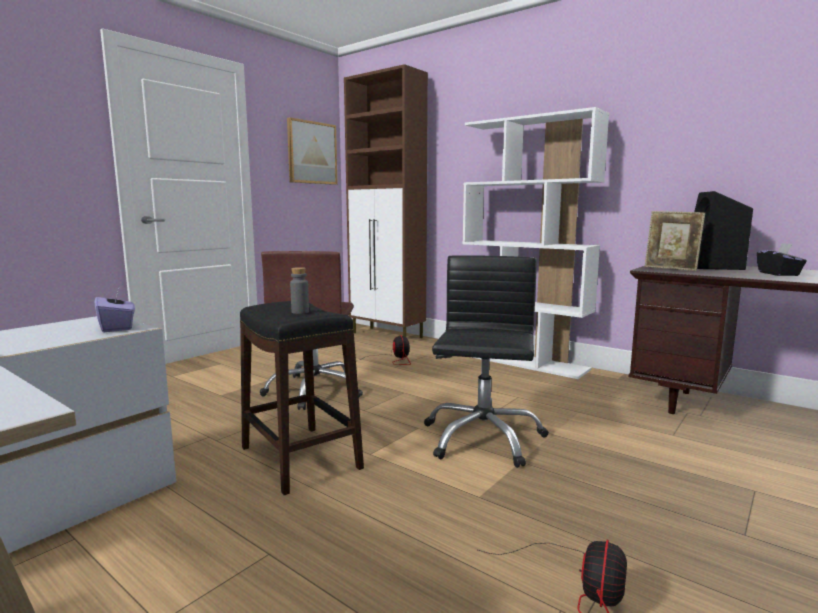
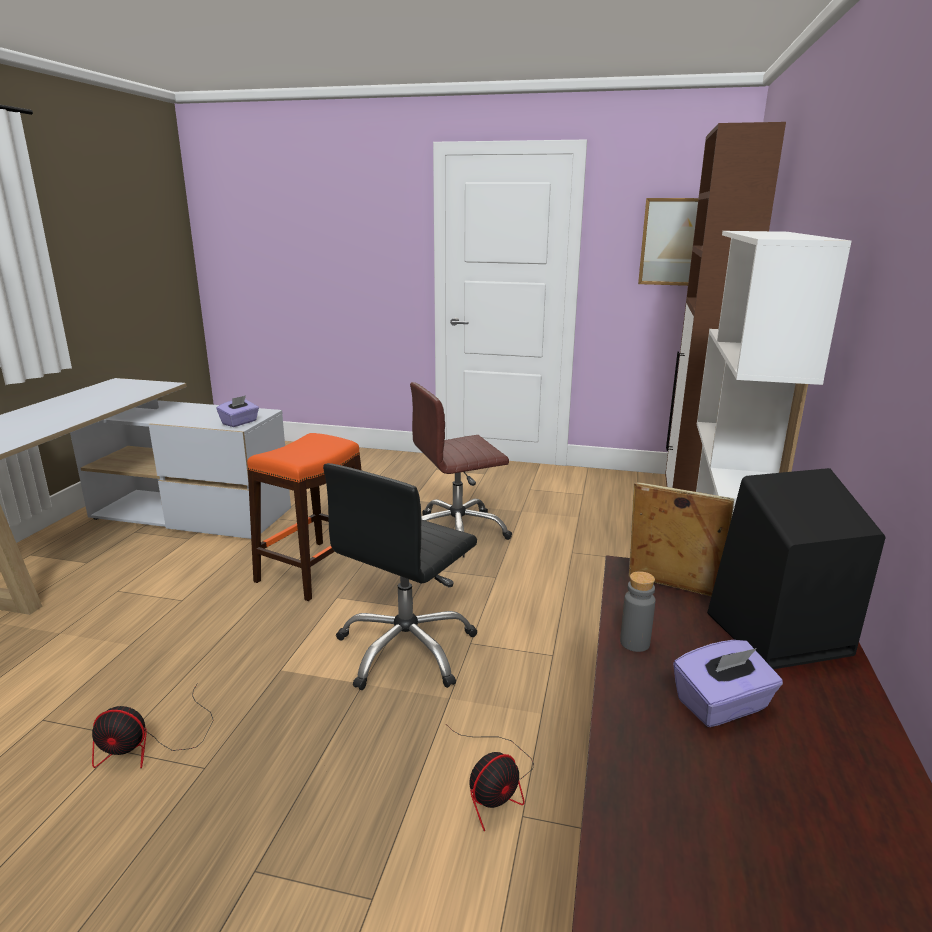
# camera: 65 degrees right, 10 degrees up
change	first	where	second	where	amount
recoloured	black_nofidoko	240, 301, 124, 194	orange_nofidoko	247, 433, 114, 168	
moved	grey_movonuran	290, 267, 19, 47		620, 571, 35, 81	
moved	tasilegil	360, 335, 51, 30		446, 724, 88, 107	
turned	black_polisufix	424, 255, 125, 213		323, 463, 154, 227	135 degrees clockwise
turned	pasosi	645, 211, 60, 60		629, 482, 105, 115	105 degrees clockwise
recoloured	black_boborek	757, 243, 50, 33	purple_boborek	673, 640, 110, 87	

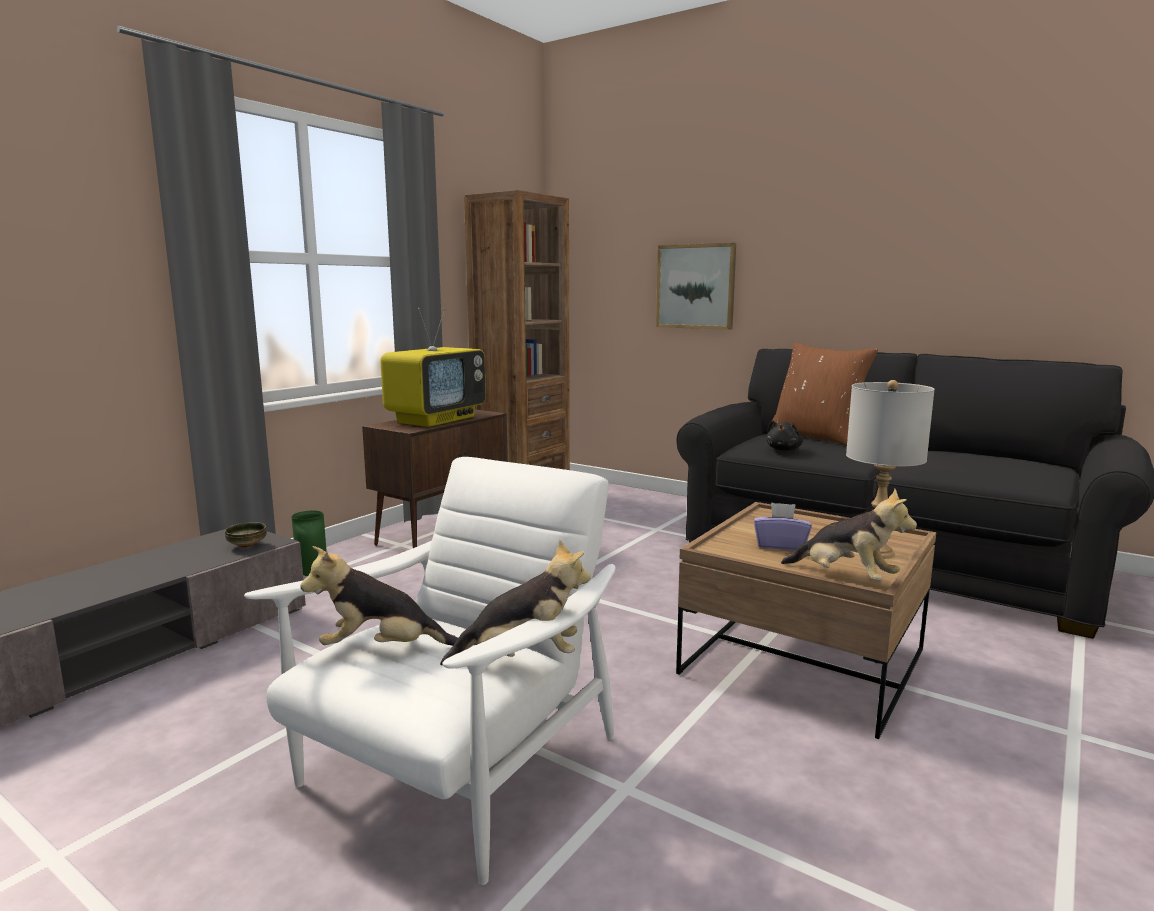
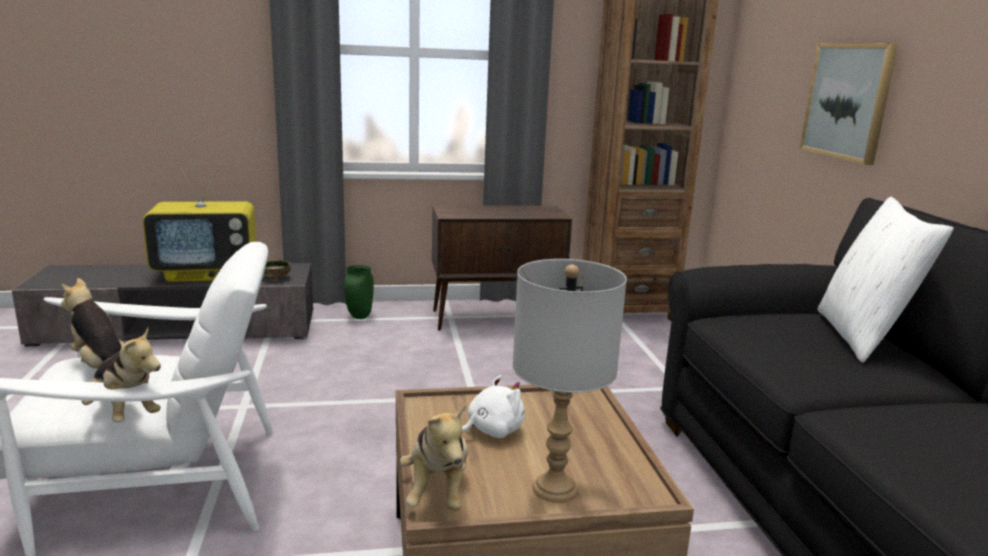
# camera: 45 degrees right, 5 degrees up
change	first	where	second	where	amount
moved	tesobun	380, 308, 106, 119		143, 163, 114, 119	
replaced	purple_boborek	754, 502, 58, 49	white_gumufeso	462, 375, 63, 63	
removed	black_gumufeso	766, 420, 37, 31			
recoloured	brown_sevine	772, 343, 106, 103	white_sevine	817, 197, 137, 166	

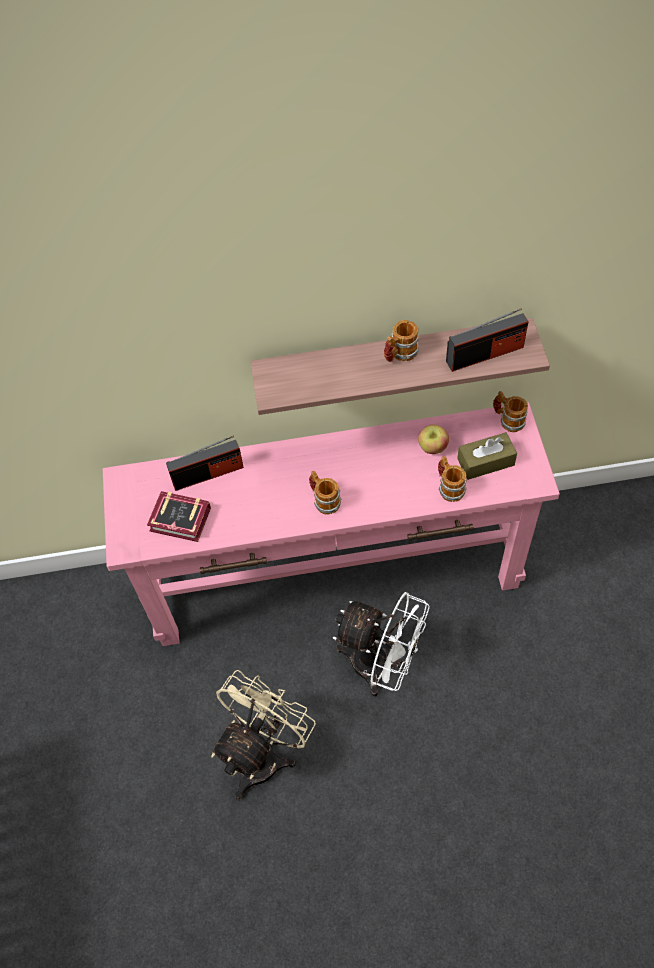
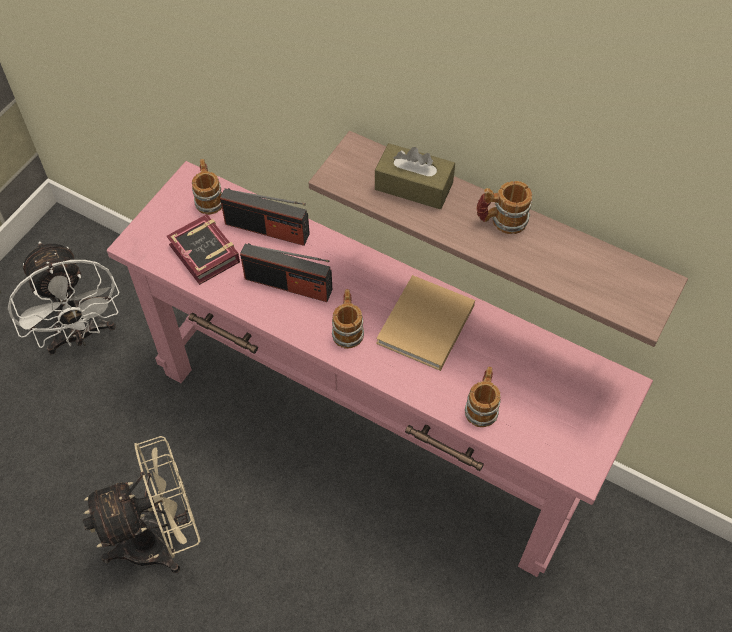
# camera: 35 degrees right, 0 degrees up
change	first	where	second	where	amount
moved	white_tasilegil	332, 592, 98, 105		8, 241, 112, 113	
removed	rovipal	418, 425, 31, 29			
moved	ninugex	446, 308, 82, 64		240, 243, 92, 59	
moved	brown_boborek	457, 432, 60, 48		375, 143, 80, 66	
moved	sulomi	493, 391, 35, 41		192, 159, 30, 56	
added			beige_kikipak	376, 275, 99, 96	

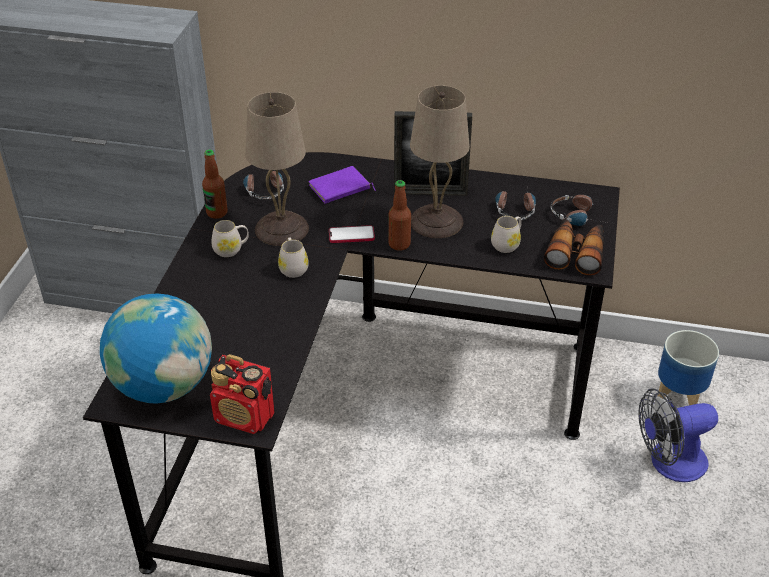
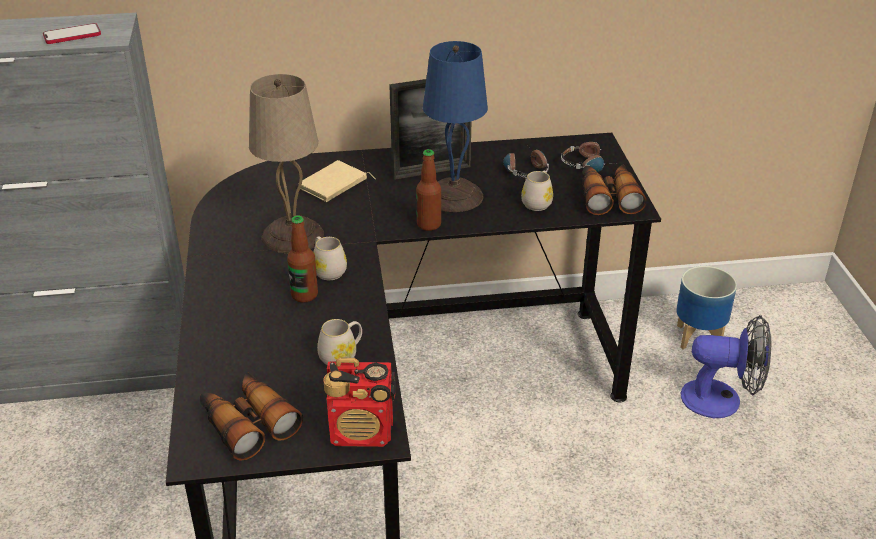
# camera: 20 degrees left, 5 degrees down
change	first	where	second	where	amount
replaced	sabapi	100, 294, 112, 110	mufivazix	200, 372, 103, 89	
moved	movonuran	202, 150, 26, 69		287, 216, 31, 87	
moved	white_sulomi	211, 220, 38, 37		317, 319, 45, 46	
removed	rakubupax	243, 171, 41, 29			
recoloured	purple_kikipak	308, 166, 68, 38	beige_kikipak	298, 160, 77, 42	
moved	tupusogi	329, 225, 46, 18		43, 23, 58, 21	
recoloured	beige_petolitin	410, 85, 60, 153	blue_petolitin	423, 41, 65, 171	
turned	tasilegil	638, 388, 80, 94		681, 315, 90, 103	135 degrees counterclockwise

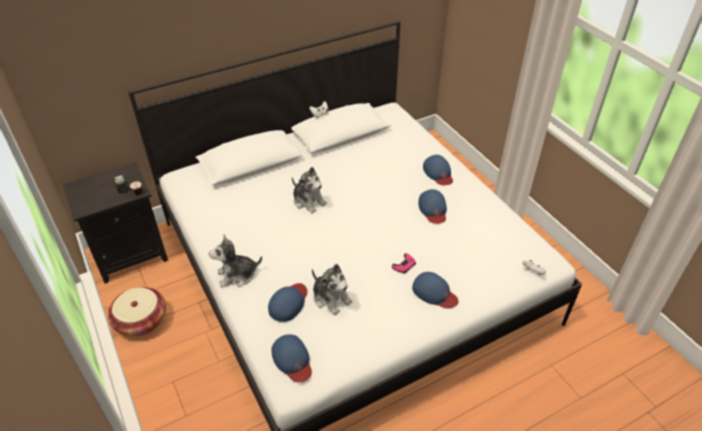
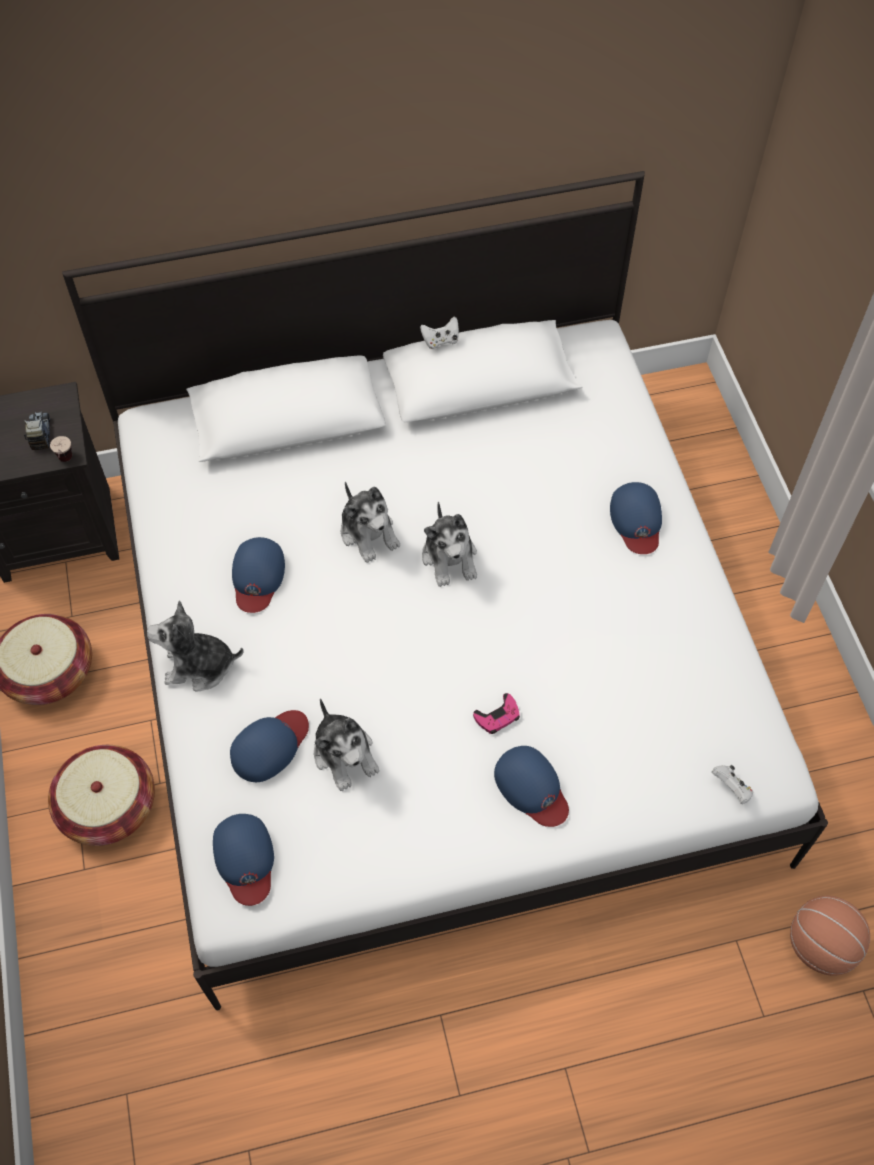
# camera: 15 degrees right, 15 degrees up
change	first	where	second	where	amount
moved	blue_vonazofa	418, 189, 29, 35		232, 537, 53, 76	
added			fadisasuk	48, 745, 107, 101	
added			gumufeso	422, 501, 55, 86	
added			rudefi	790, 896, 80, 80	

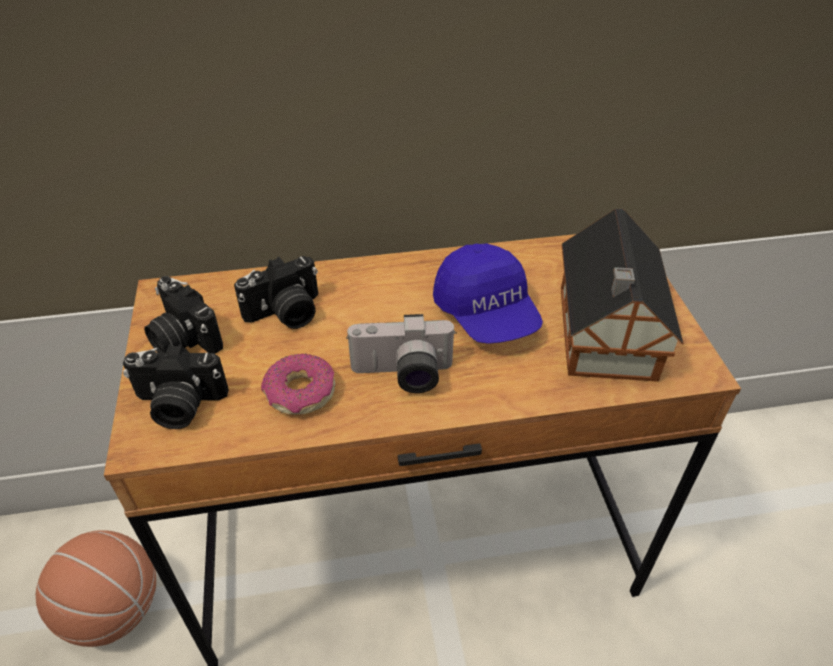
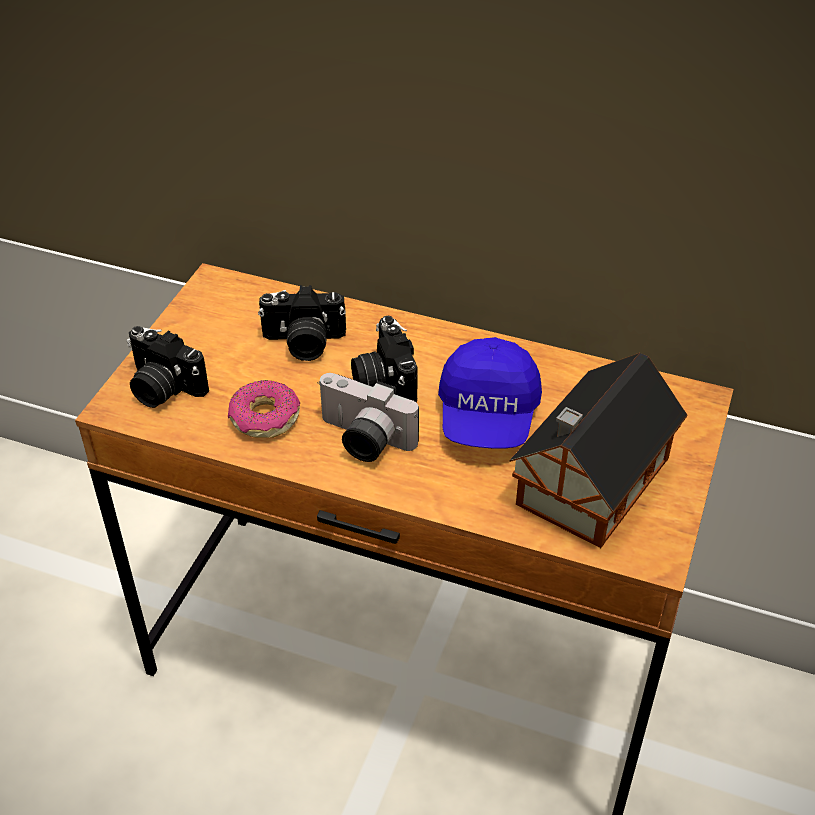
# camera: 30 degrees right, 0 degrees up
change	first	where	second	where	amount
removed	rudefi	36, 530, 120, 117			
moved	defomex	144, 276, 79, 78		351, 316, 67, 87	

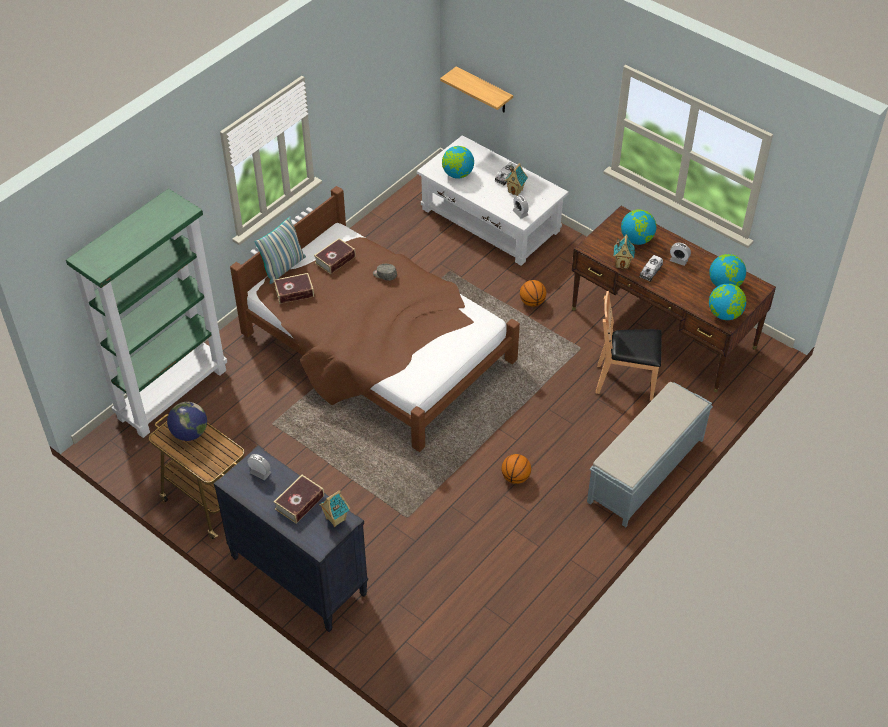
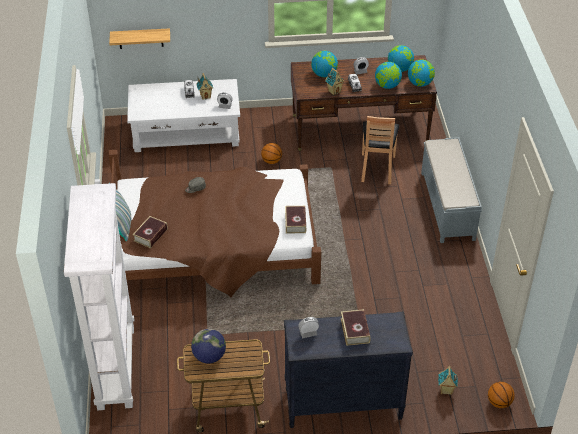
# camera: 45 degrees left, 5 degrees down
change	first	where	second	where	amount
recoloured	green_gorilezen	66, 189, 161, 249	white_gorilezen	64, 183, 70, 227	
moved	kikipak	314, 238, 42, 36		285, 206, 21, 28	
moved	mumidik	319, 490, 31, 37		438, 365, 20, 30	
moved	sabapi	442, 146, 32, 33		375, 62, 27, 27	
moved	rudefi	501, 454, 30, 30		488, 382, 27, 26	
turned	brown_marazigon	596, 291, 66, 110		361, 116, 38, 68	45 degrees counterclockwise

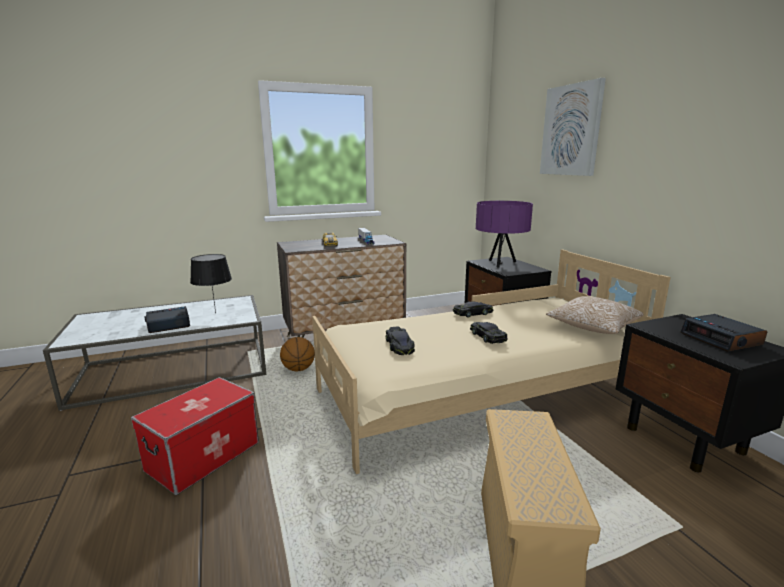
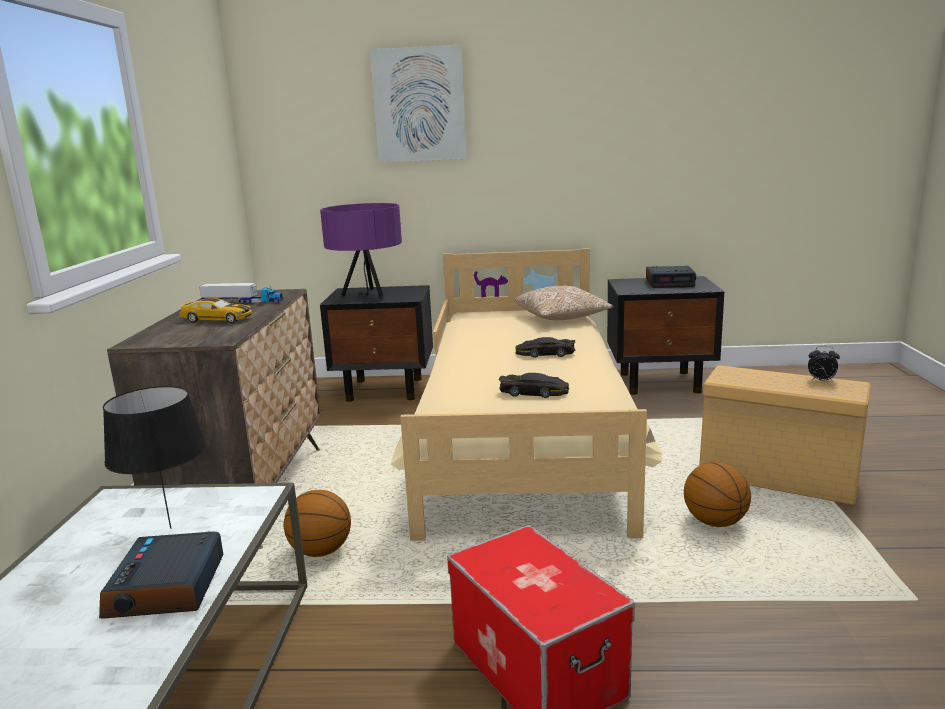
# camera: 65 degrees left, 0 degrees up
change	first	where	second	where	amount
removed	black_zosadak	453, 302, 40, 15			
added			rudefi	684, 462, 67, 65	
added			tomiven	808, 346, 32, 36	

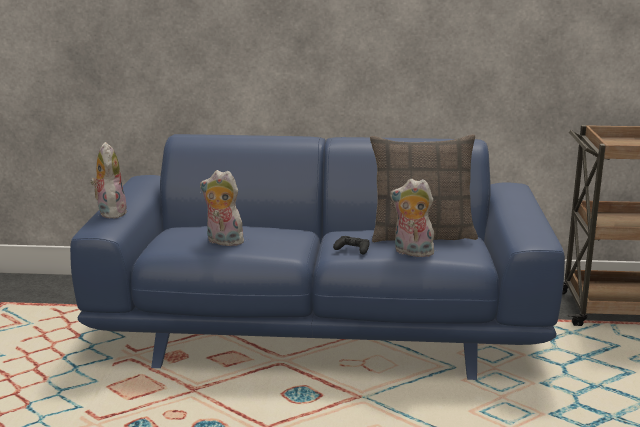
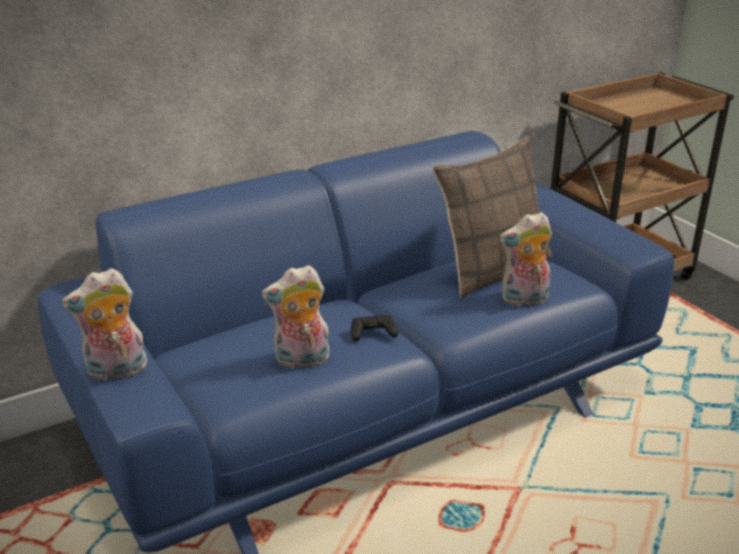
# camera: 35 degrees left, 10 degrees up
change	first	where	second	where	amount
turned	gumufeso	90, 142, 37, 76		62, 268, 87, 113	60 degrees counterclockwise
moved	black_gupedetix	333, 236, 37, 19		351, 315, 47, 26	

